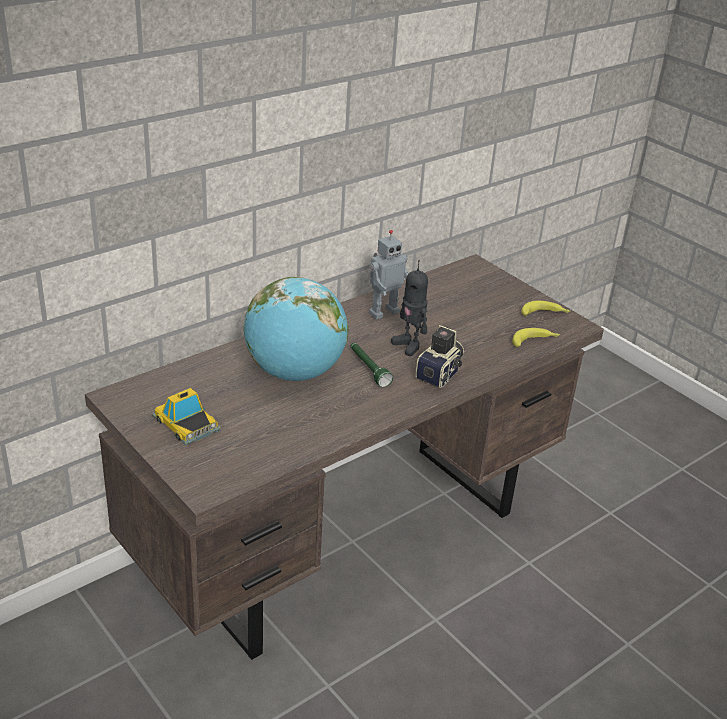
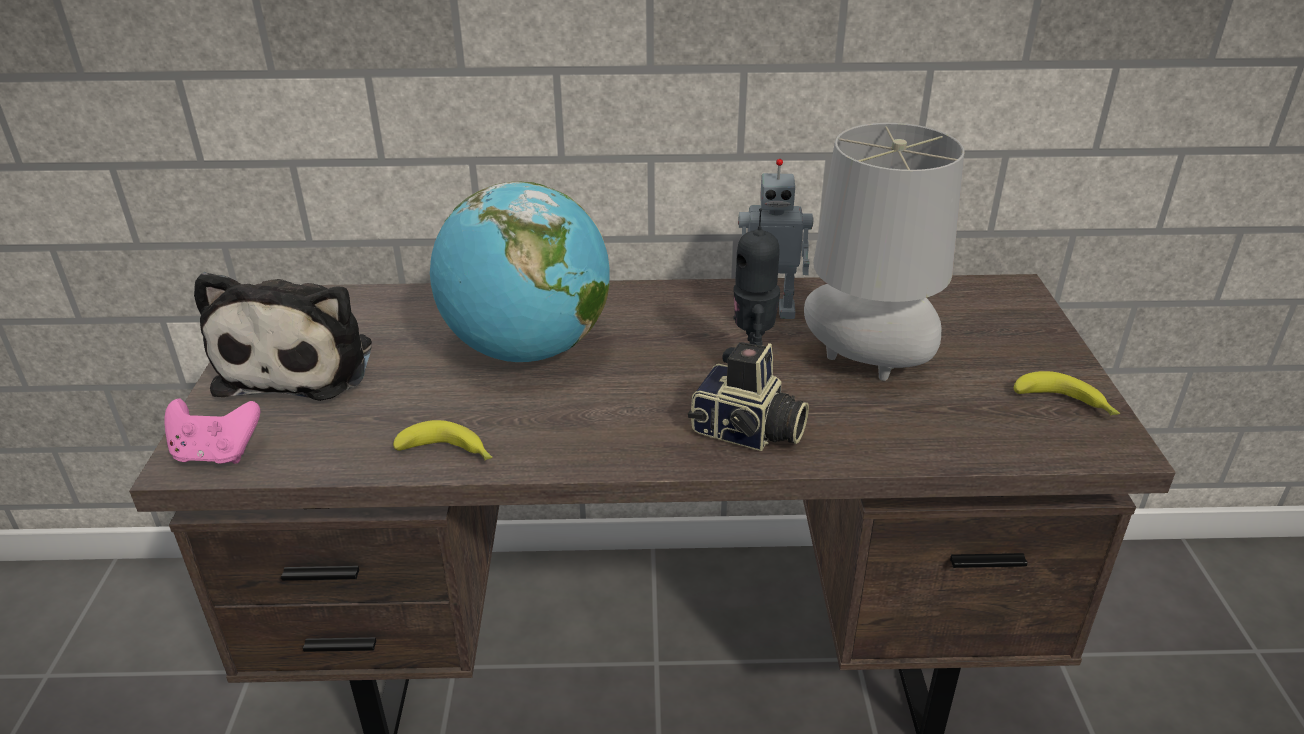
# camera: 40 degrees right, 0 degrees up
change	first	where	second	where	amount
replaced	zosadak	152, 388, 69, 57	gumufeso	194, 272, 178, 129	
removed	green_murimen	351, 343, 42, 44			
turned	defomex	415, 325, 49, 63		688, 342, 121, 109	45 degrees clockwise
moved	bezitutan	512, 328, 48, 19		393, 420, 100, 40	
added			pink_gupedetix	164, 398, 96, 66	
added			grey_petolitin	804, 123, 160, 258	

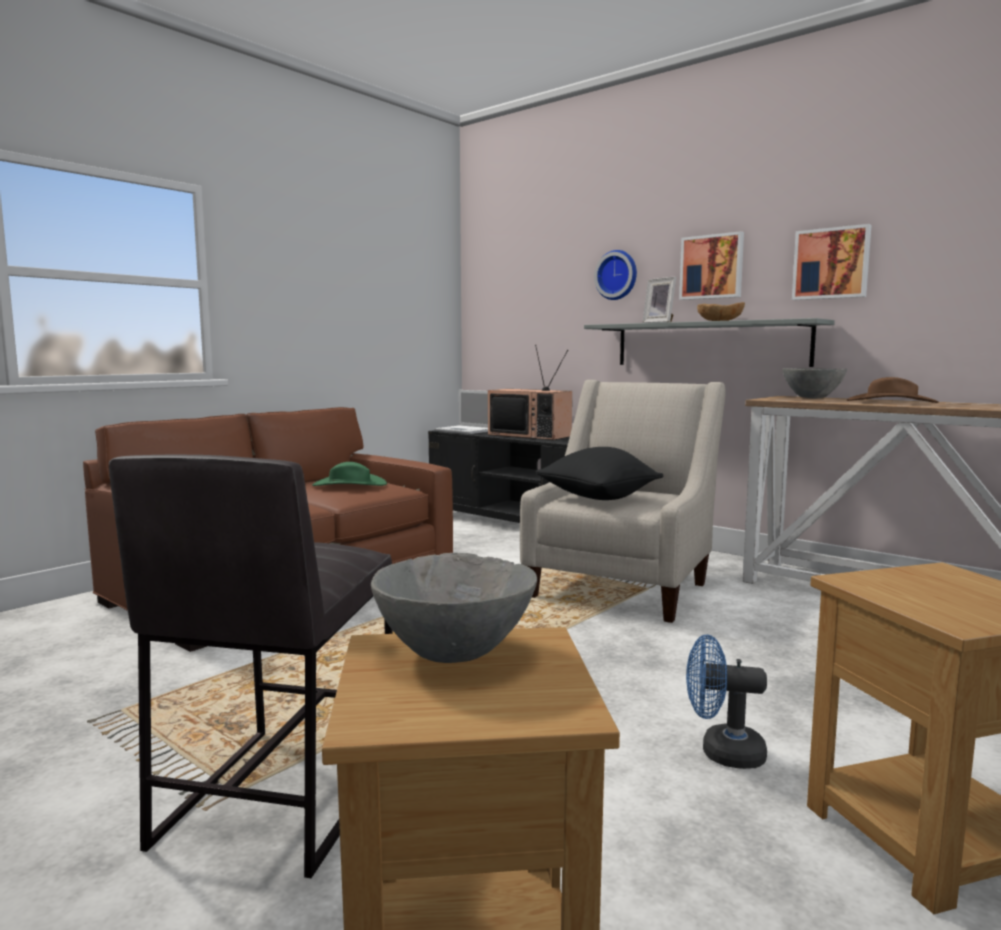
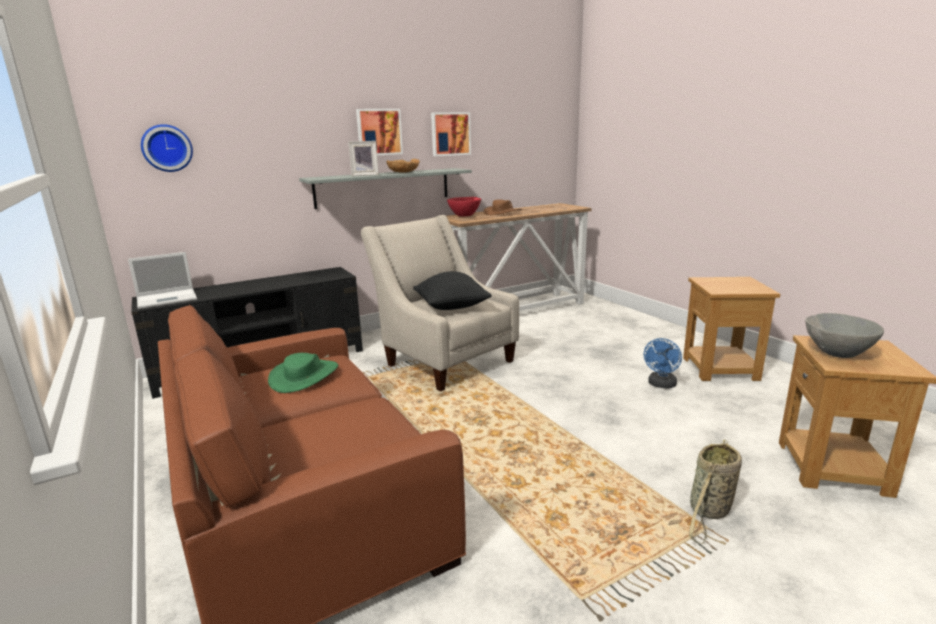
# camera: 70 degrees left, 10 degrees up
change	first	where	second	where	amount
replaced	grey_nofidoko	109, 455, 283, 423	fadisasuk	689, 440, 53, 104	
removed	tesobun	488, 344, 84, 96			
moved	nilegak	594, 250, 43, 50		141, 124, 52, 48	
recoloured	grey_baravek	782, 368, 65, 30	red_baravek	447, 197, 34, 20	

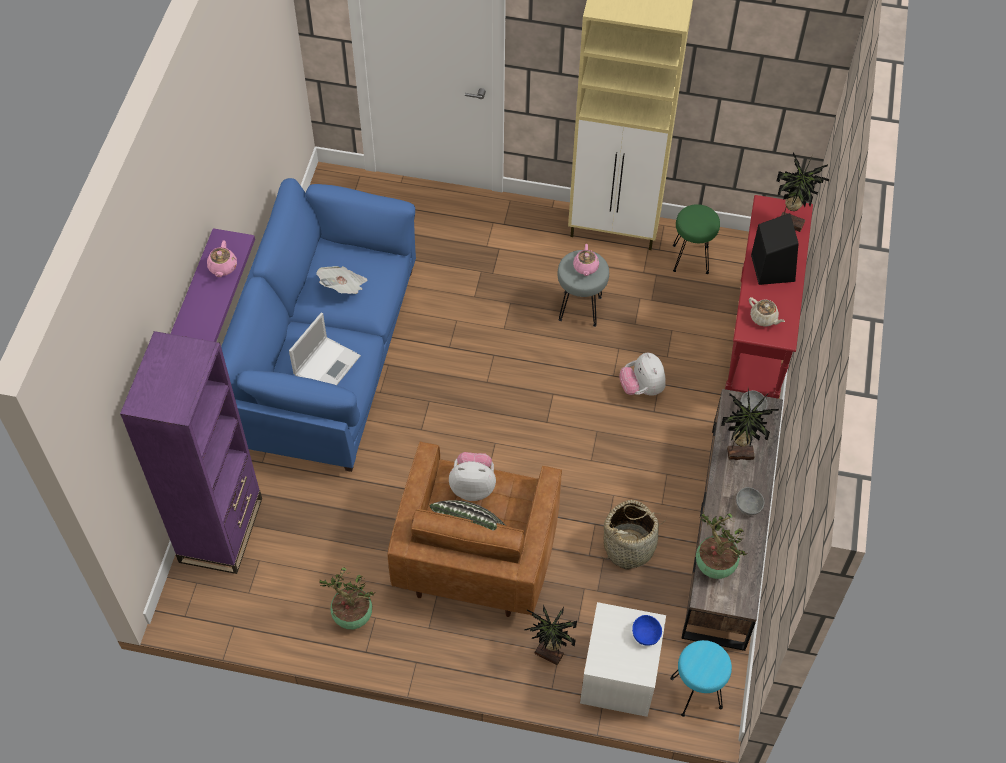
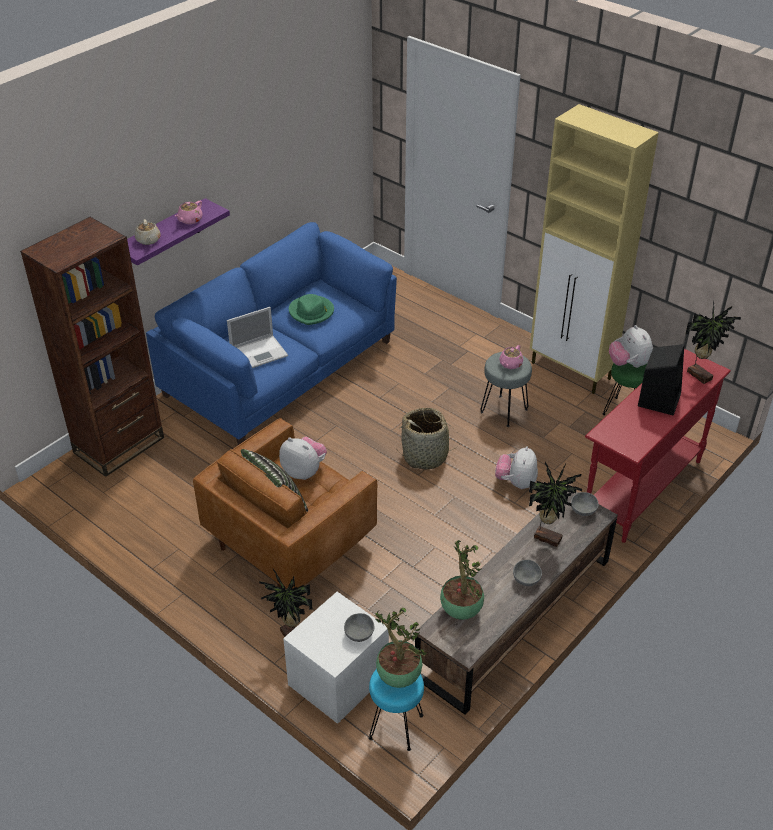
# camera: 30 degrees right, 15 degrees down
change	first	where	second	where	amount
recoloured	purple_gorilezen	120, 331, 142, 243	brown_gorilezen	20, 217, 144, 260	
replaced	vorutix	316, 266, 51, 28	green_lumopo	289, 294, 45, 31	
moved	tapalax	319, 567, 56, 62		375, 608, 53, 80	
moved	fadisasuk	601, 500, 66, 70		396, 408, 63, 61	
recoloured	blue_baravek	632, 615, 30, 31	grey_baravek	344, 613, 30, 29	
moved	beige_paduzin	749, 297, 36, 30		135, 219, 26, 26	
added			gumufeso	609, 325, 44, 43	

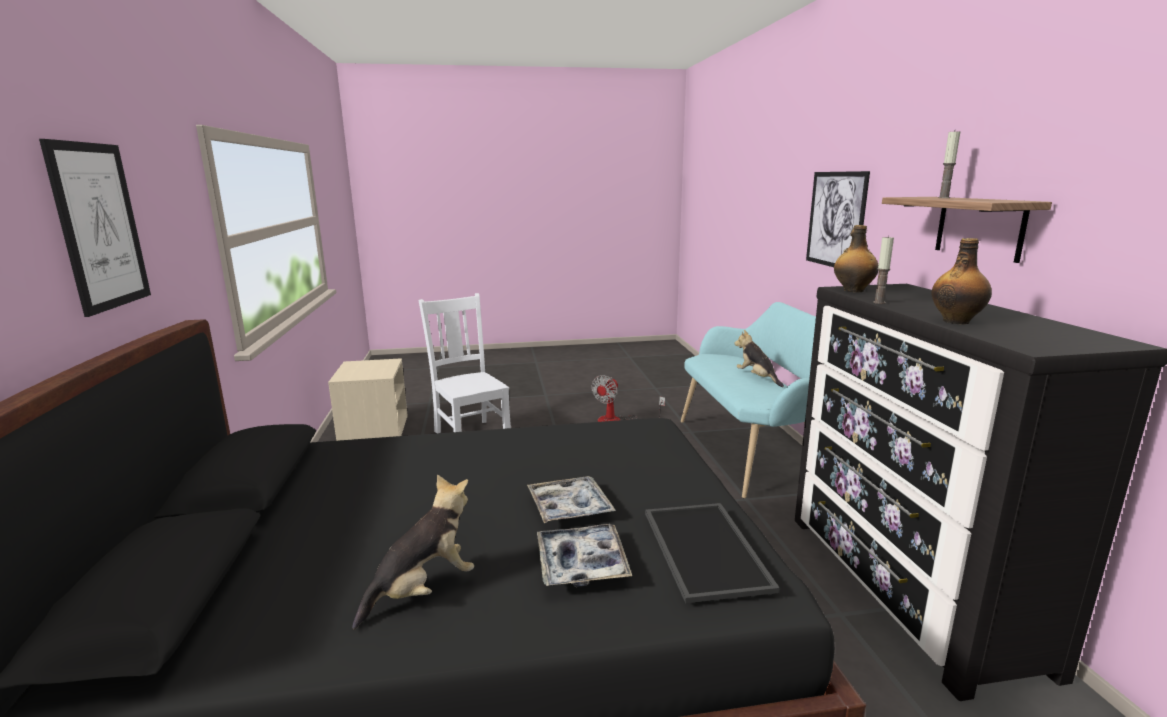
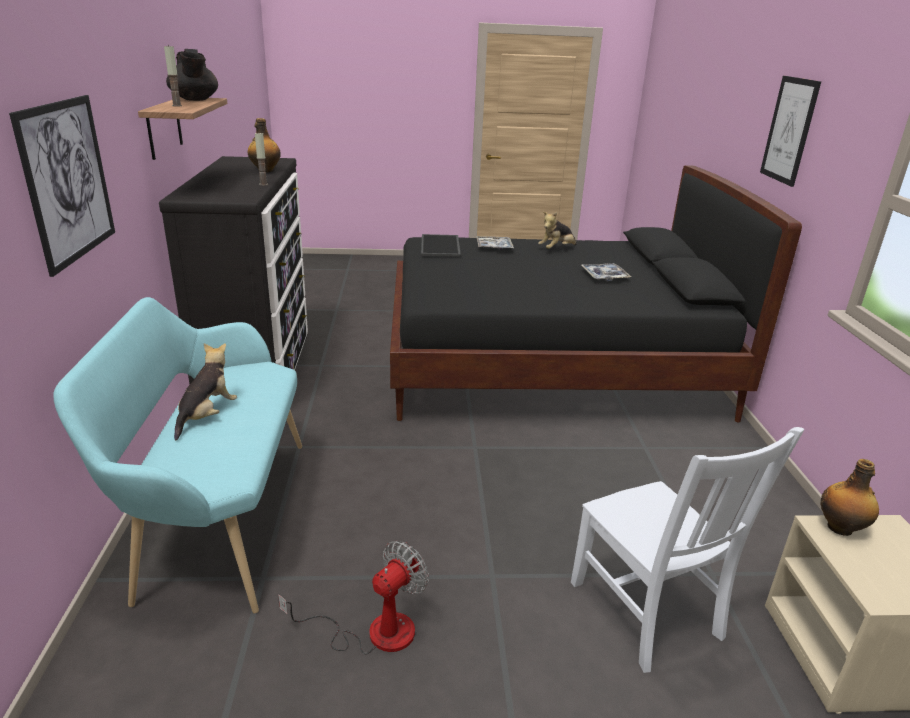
# camera: 175 degrees left, 10 degrees up
change	first	where	second	where	amount
moved	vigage	527, 476, 89, 47		581, 263, 50, 18	
turned	gumufeso	734, 330, 50, 57		174, 343, 63, 97	135 degrees counterclockwise
moved	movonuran	834, 225, 45, 67		821, 459, 58, 77	
added			black_paduzin	166, 49, 52, 52	

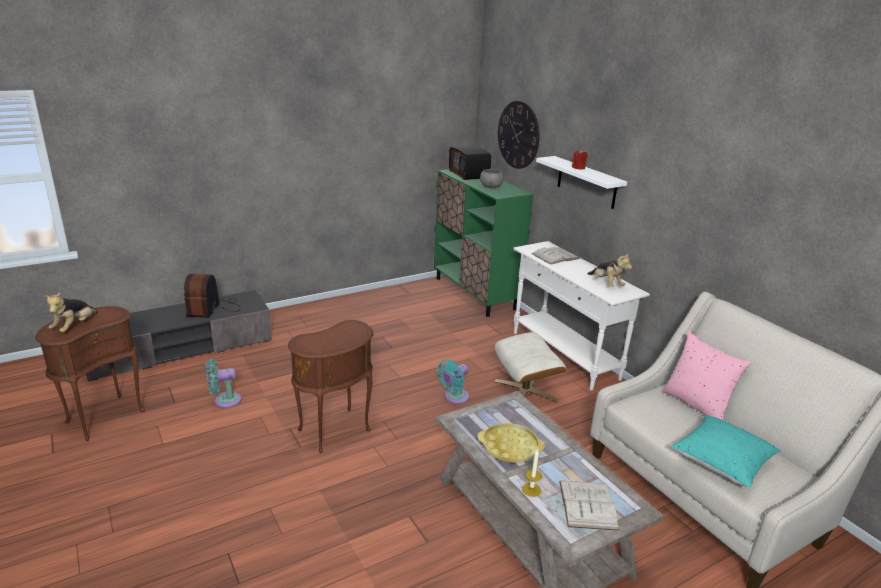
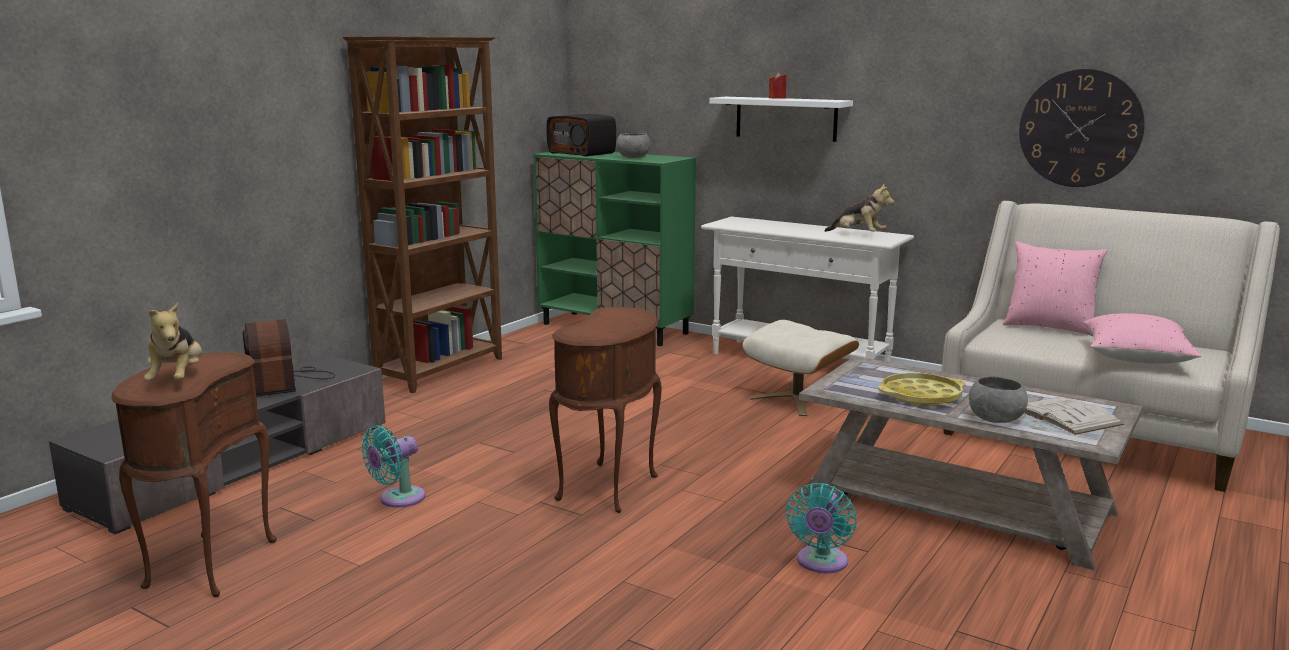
# camera: 25 degrees left, 10 degrees down
change	first	where	second	where	amount
moved	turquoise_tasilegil	437, 359, 33, 45		786, 483, 71, 90	
moved	nilegak	498, 101, 42, 68		1019, 69, 126, 118	
replaced	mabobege	522, 449, 20, 48	grey_baravek	969, 376, 59, 47	
removed	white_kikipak	532, 247, 48, 18			
recoloured	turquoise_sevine	671, 415, 110, 73	pink_sevine	1083, 313, 118, 51	
added			brown_gorilezen	343, 36, 159, 357	

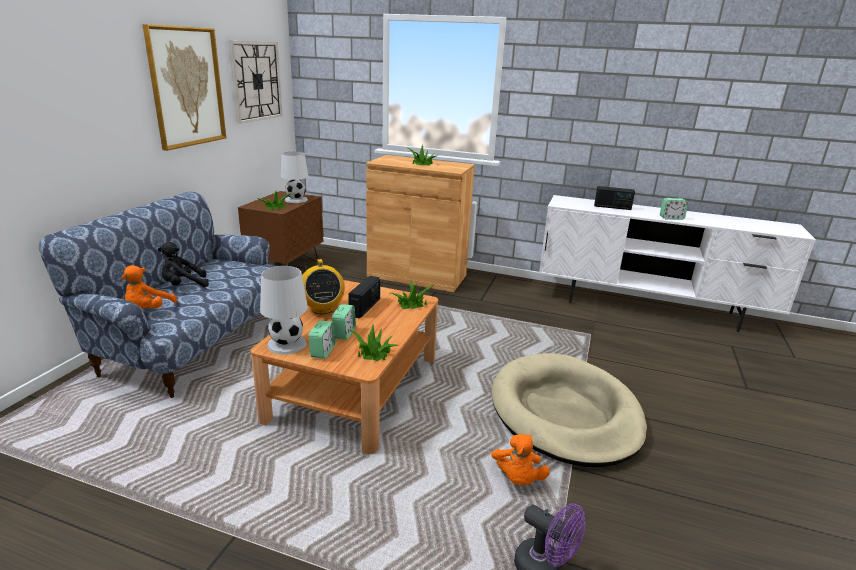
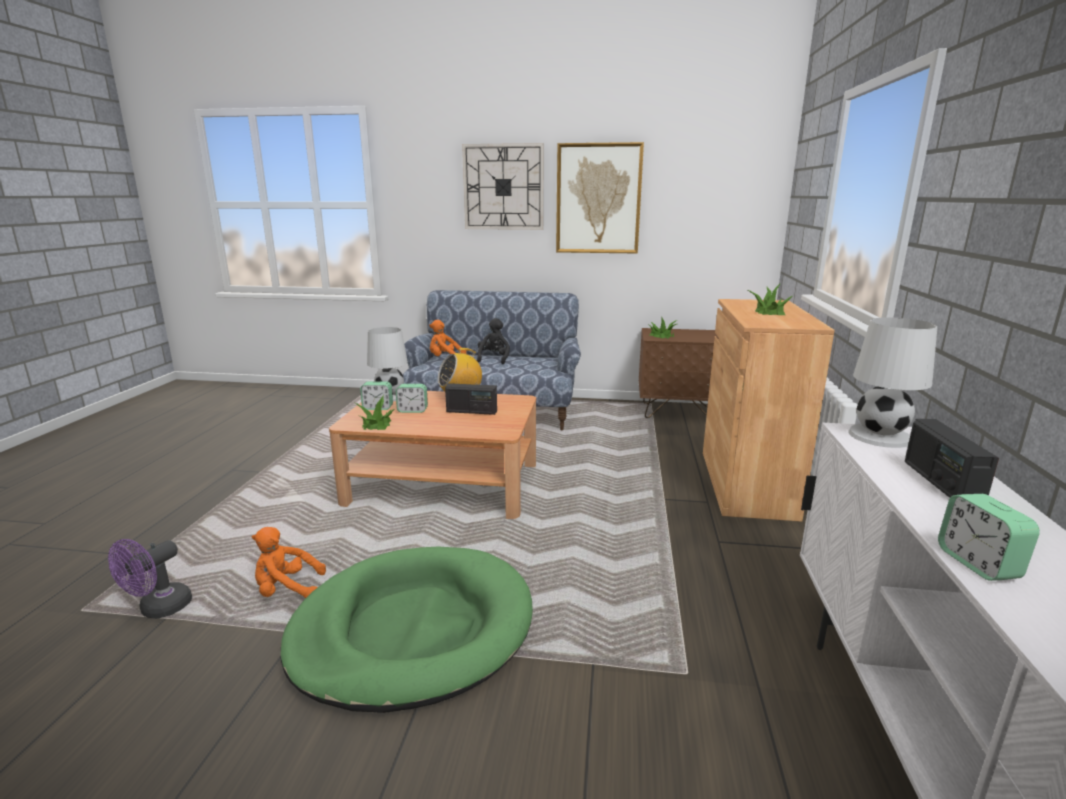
# camera: 80 degrees right, 5 degrees down
change	first	where	second	where	amount
turned	black_gumufeso	158, 242, 51, 45		477, 318, 33, 46	45 degrees clockwise
moved	nilegak	229, 41, 54, 83		462, 143, 82, 87	
moved	white_petolitin	281, 152, 27, 51		848, 317, 89, 131	
removed	tapalax	391, 279, 43, 30			
recoloured	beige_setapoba	492, 353, 155, 114	green_setapoba	281, 547, 252, 166	

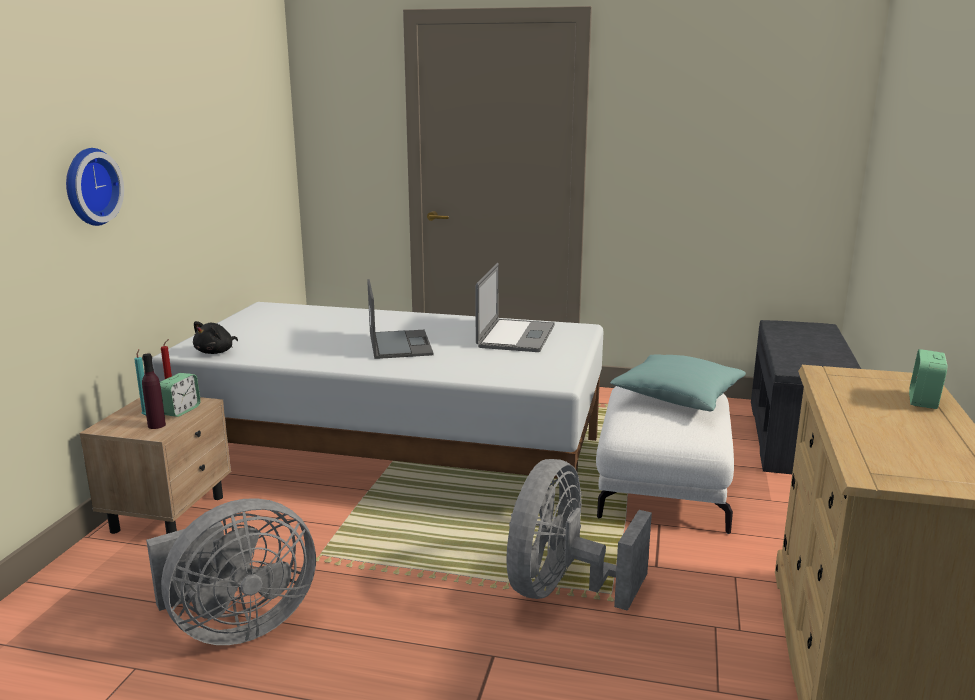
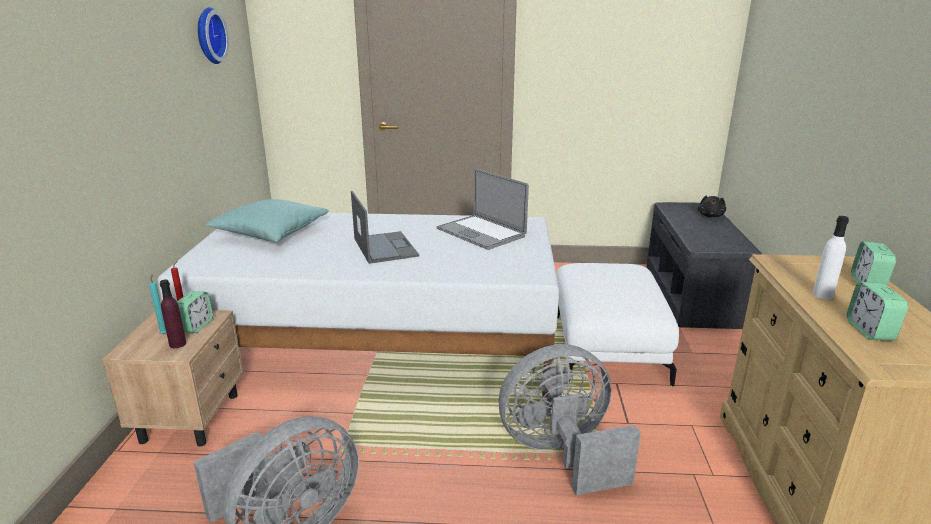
# camera: 10 degrees left, 5 degrees up
change	first	where	second	where	amount
moved	nilegak	66, 148, 58, 78		198, 7, 31, 57	
moved	black_gumufeso	193, 321, 45, 33		698, 196, 28, 21	
turned	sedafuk	475, 263, 80, 89		437, 168, 92, 82	135 degrees clockwise
turned	grey_tasilegil	506, 459, 146, 152		499, 344, 142, 151	60 degrees clockwise
moved	turquoise_sevine	610, 355, 136, 56		205, 199, 124, 44	
added			white_movonuran	813, 216, 36, 84	
added			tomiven	847, 282, 61, 59	

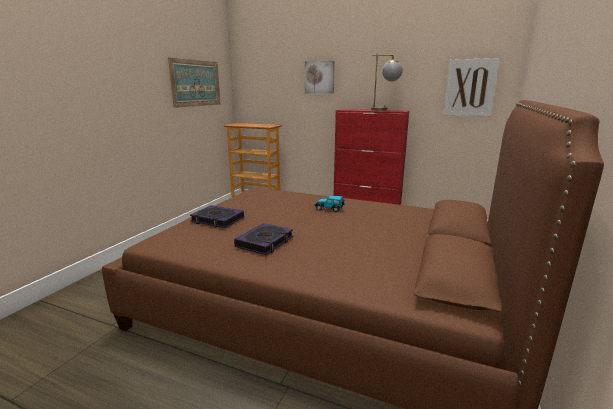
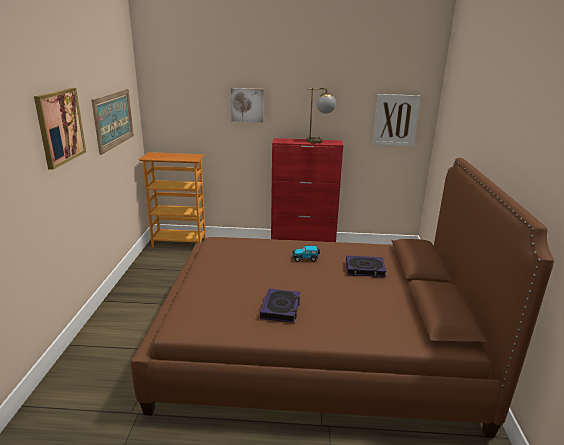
# camera: 20 degrees left, 5 degrees up
change	first	where	second	where	amount
moved	kikipak	190, 205, 54, 23		346, 255, 40, 22	
added			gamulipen	34, 88, 52, 82	

